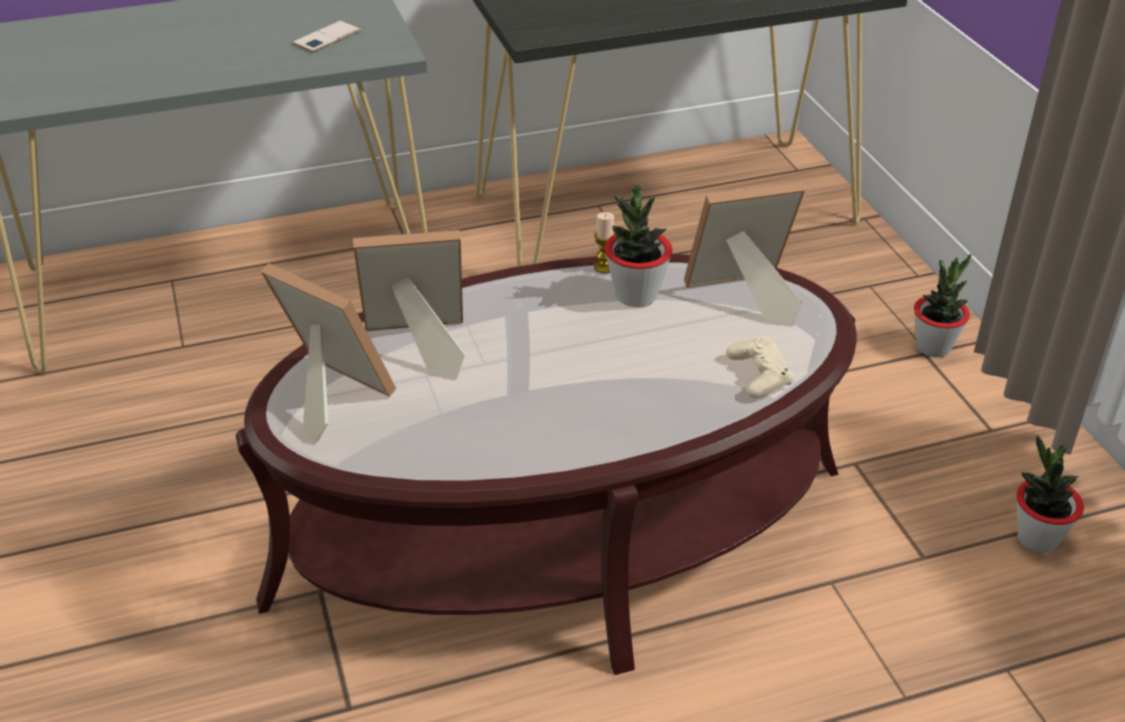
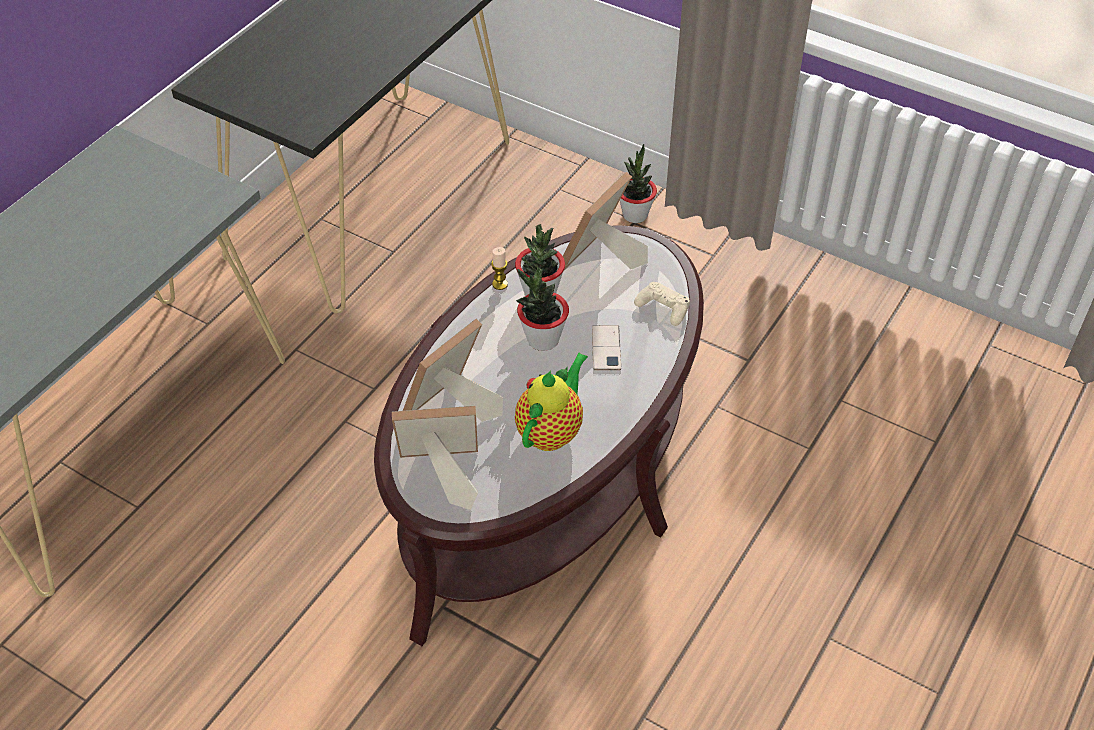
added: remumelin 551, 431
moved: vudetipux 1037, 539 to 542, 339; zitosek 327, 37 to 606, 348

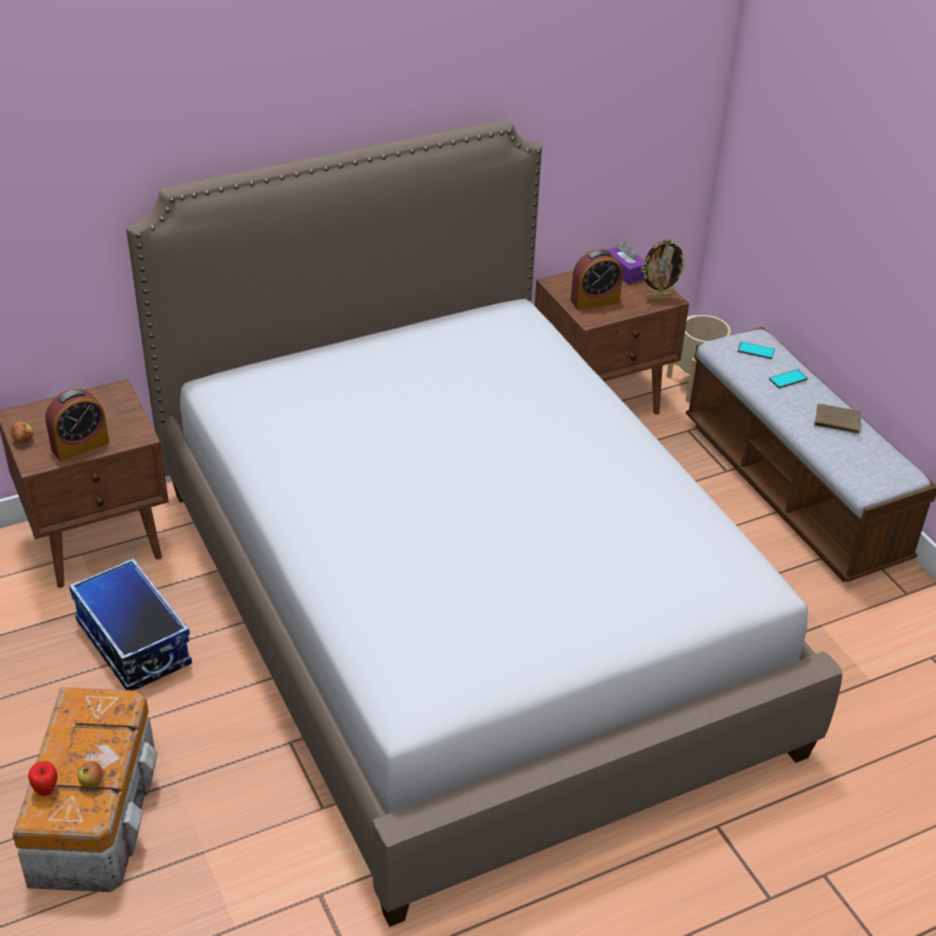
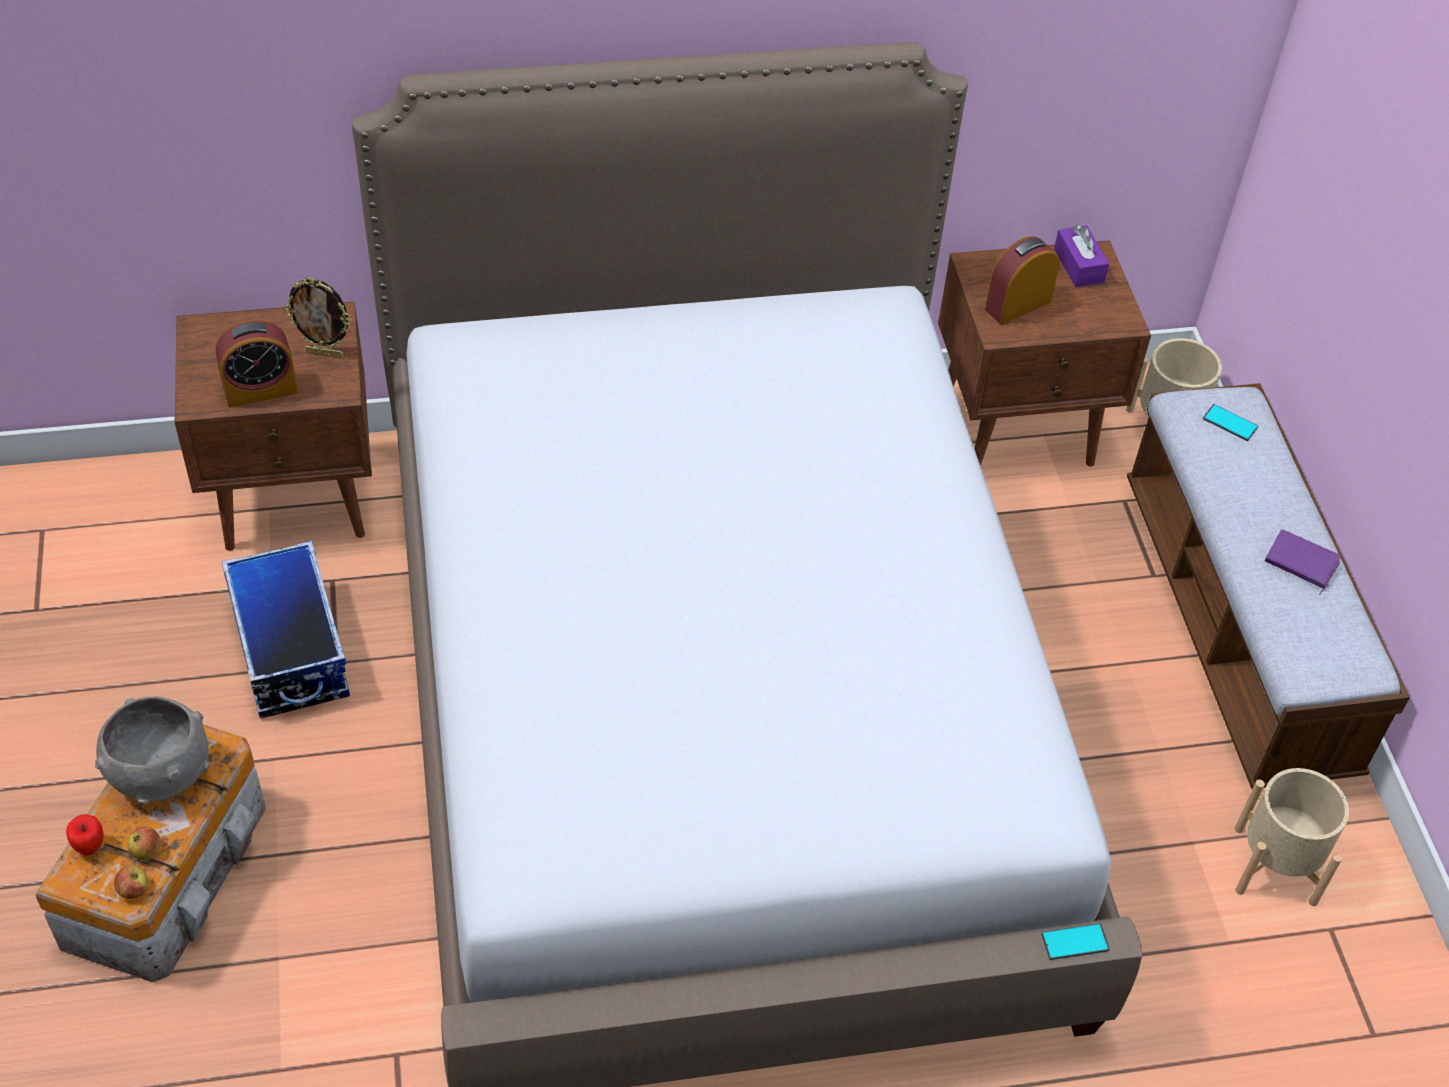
added: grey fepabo 160, 774; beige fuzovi 1275, 864
moved: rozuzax 23, 440 to 134, 890; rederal 659, 297 to 324, 353; zitosek 788, 379 to 1075, 942
recoloured: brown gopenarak 837, 422 to purple gopenarak 1300, 563
turned: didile 595, 301 = 1017, 305 150 degrees clockwise

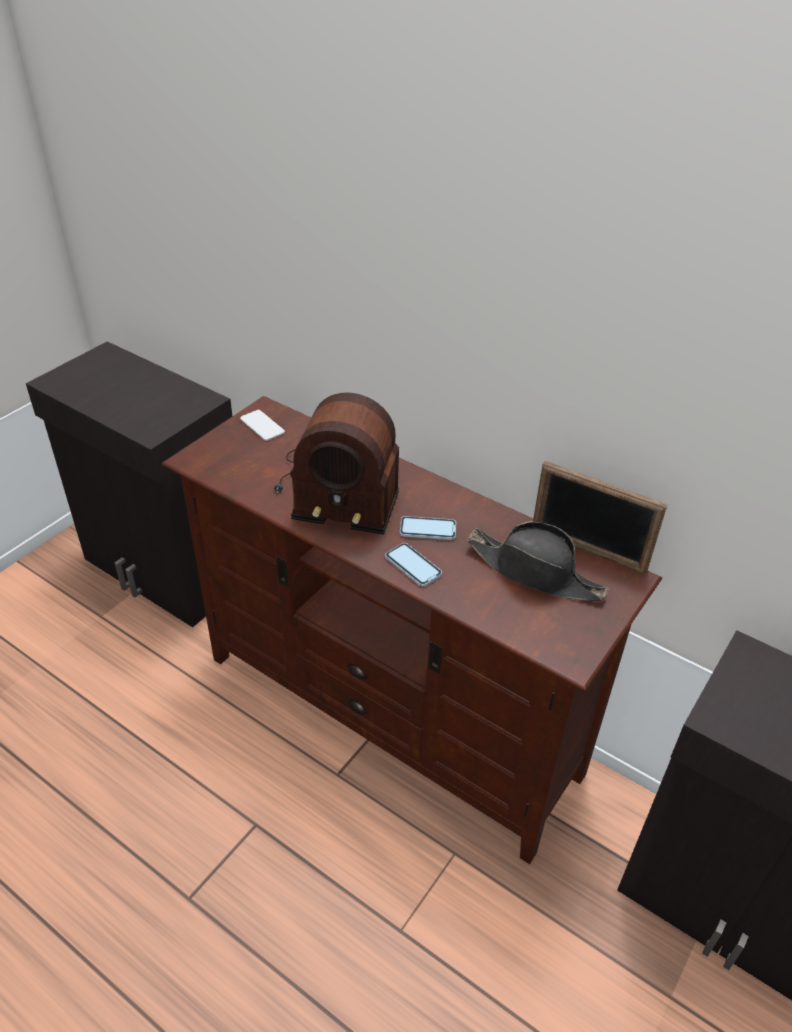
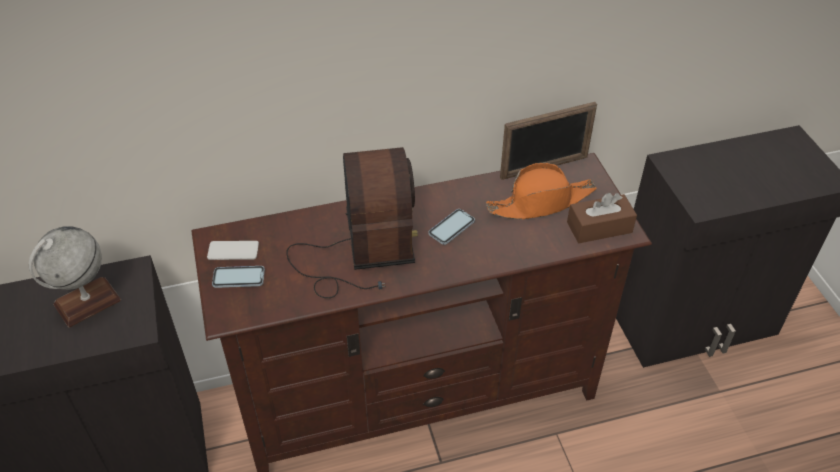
added: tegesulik 87, 302; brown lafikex 599, 227
moved: zitosek 413, 566 to 238, 278
recoloured: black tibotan 535, 572 to orange tibotan 541, 202
turned: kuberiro 336, 490 = 359, 251 60 degrees counterclockwise

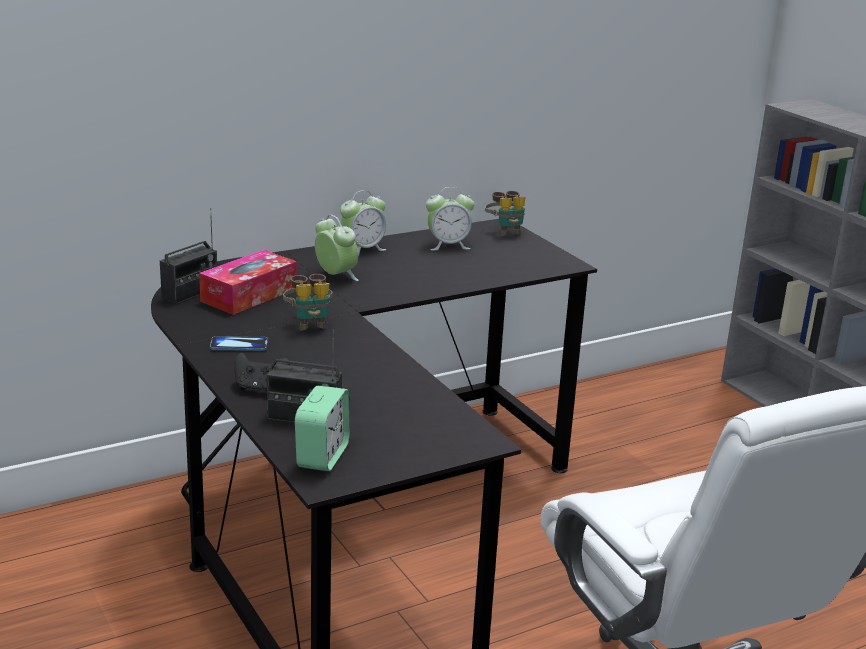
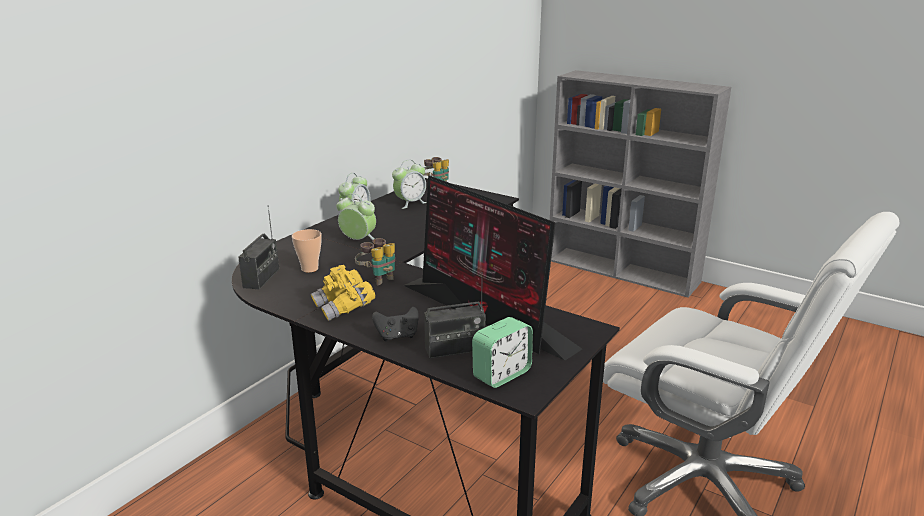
added: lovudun 487, 316
replaced: lafikex 249, 295 to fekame 309, 269; zitosek 239, 345 to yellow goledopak 344, 308
turned: didile 322, 456 = 502, 374 60 degrees clockwise

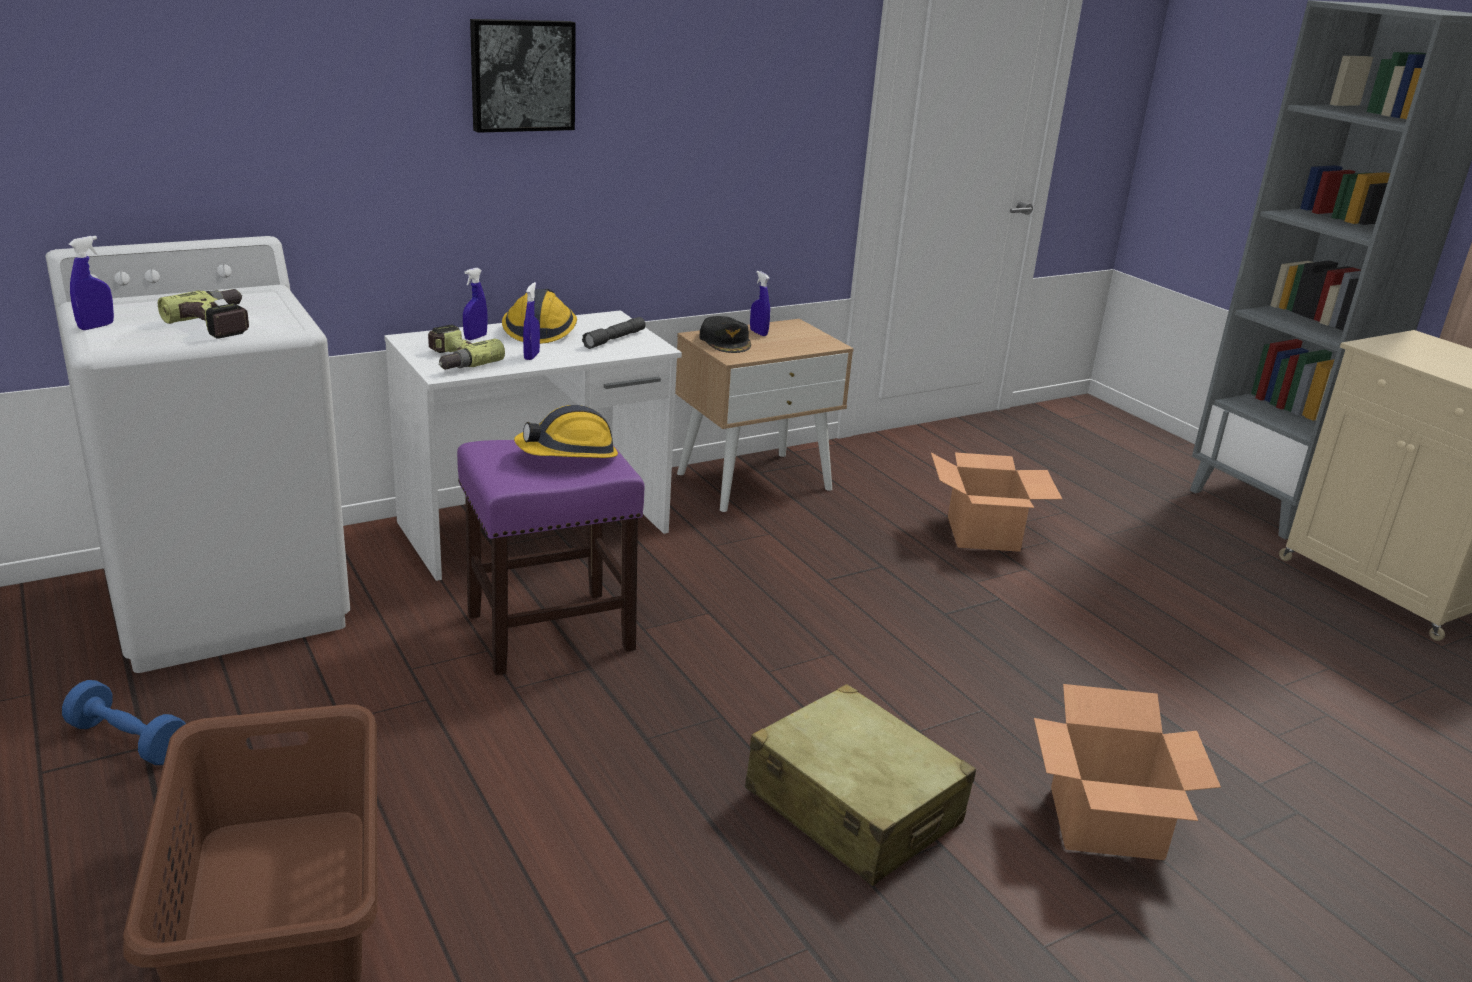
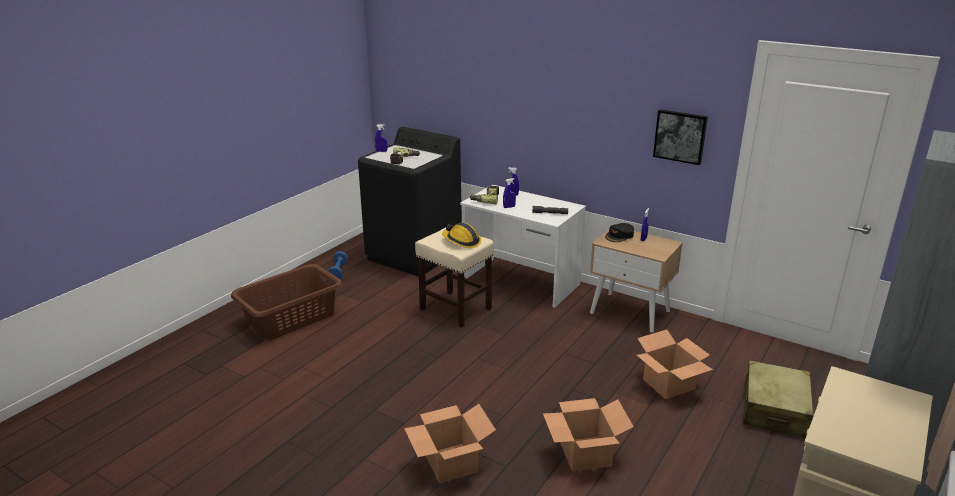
removed: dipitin 540, 330
added: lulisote 586, 454
moved: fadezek 521, 75 to 680, 136; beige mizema 853, 807 to 774, 409
recoloured: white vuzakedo 228, 600 to black vuzakedo 414, 255; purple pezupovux 548, 632 to beige pezupovux 454, 308

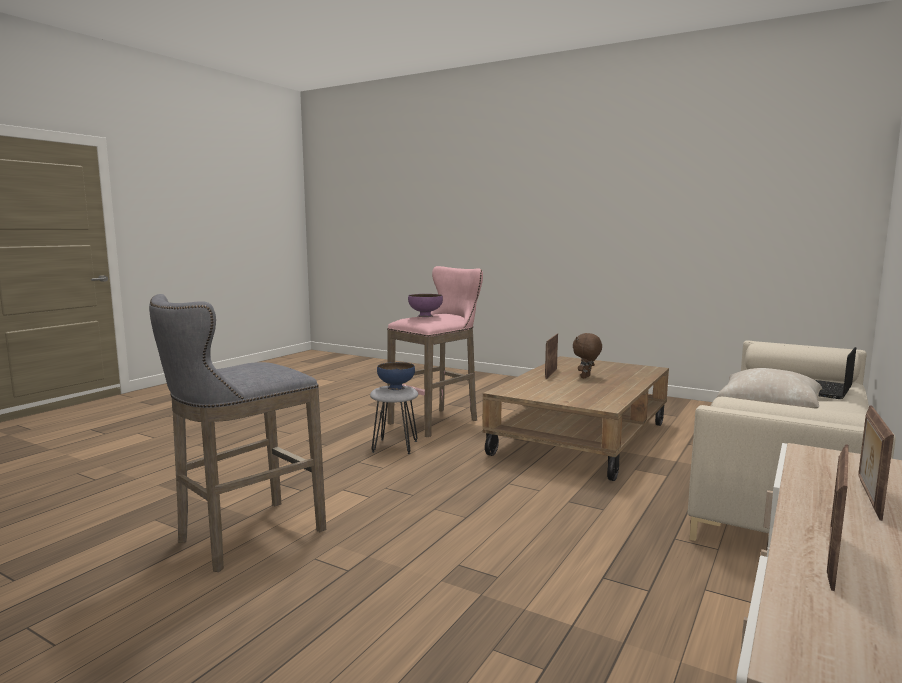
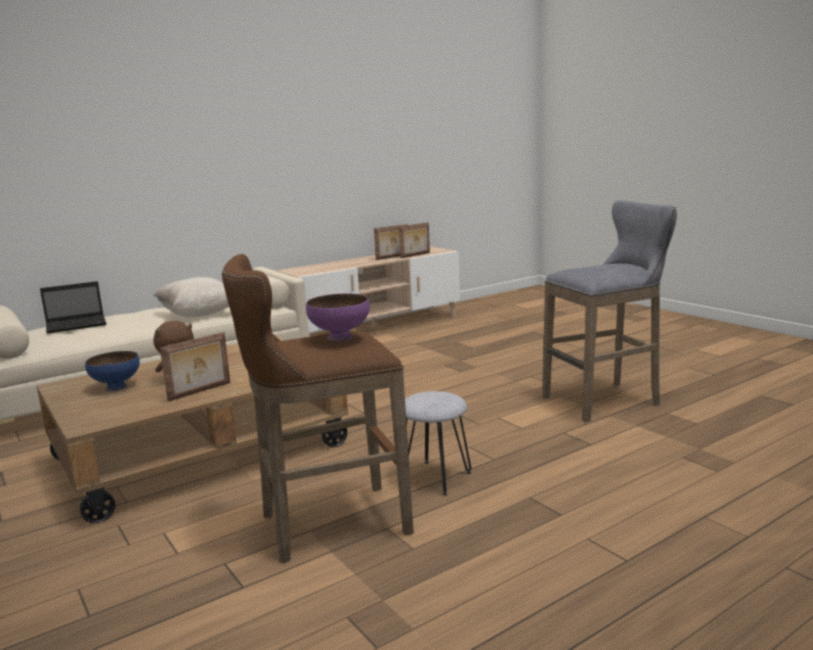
moved: blue fepabo 396, 388 to 117, 387; rederal 868, 498 to 415, 255
recoloured: pink pezupovux 437, 421 to brown pezupovux 327, 525

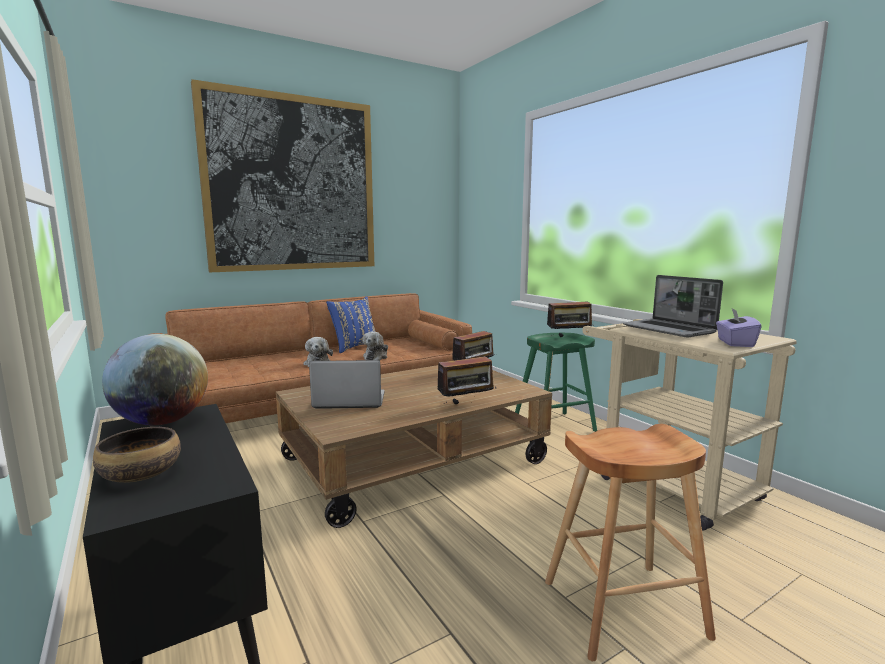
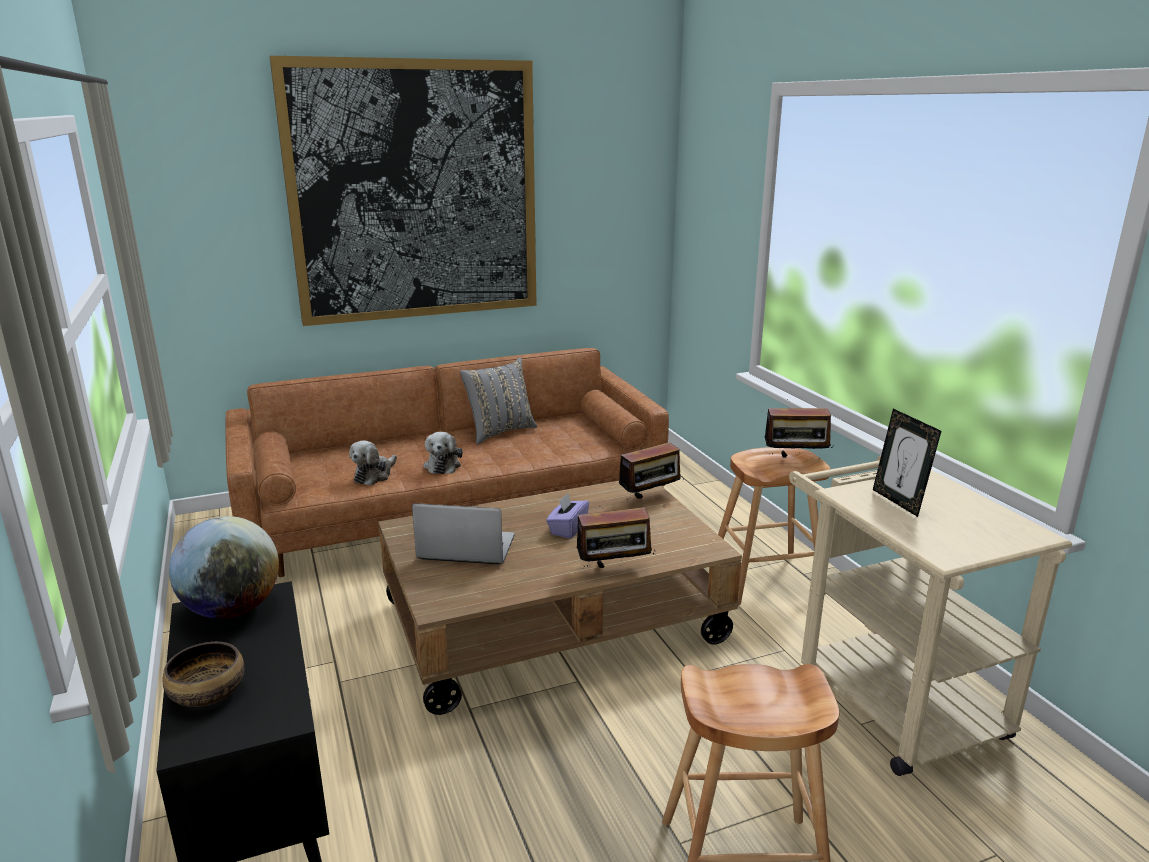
moved: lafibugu 376, 357 to 374, 475; purple lafikex 734, 343 to 567, 529
replaced: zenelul 670, 330 to rederal 898, 502
recoloured: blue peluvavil 354, 347 to grey peluvavil 499, 432; green pezupovux 553, 426 to brown pezupovux 765, 580

